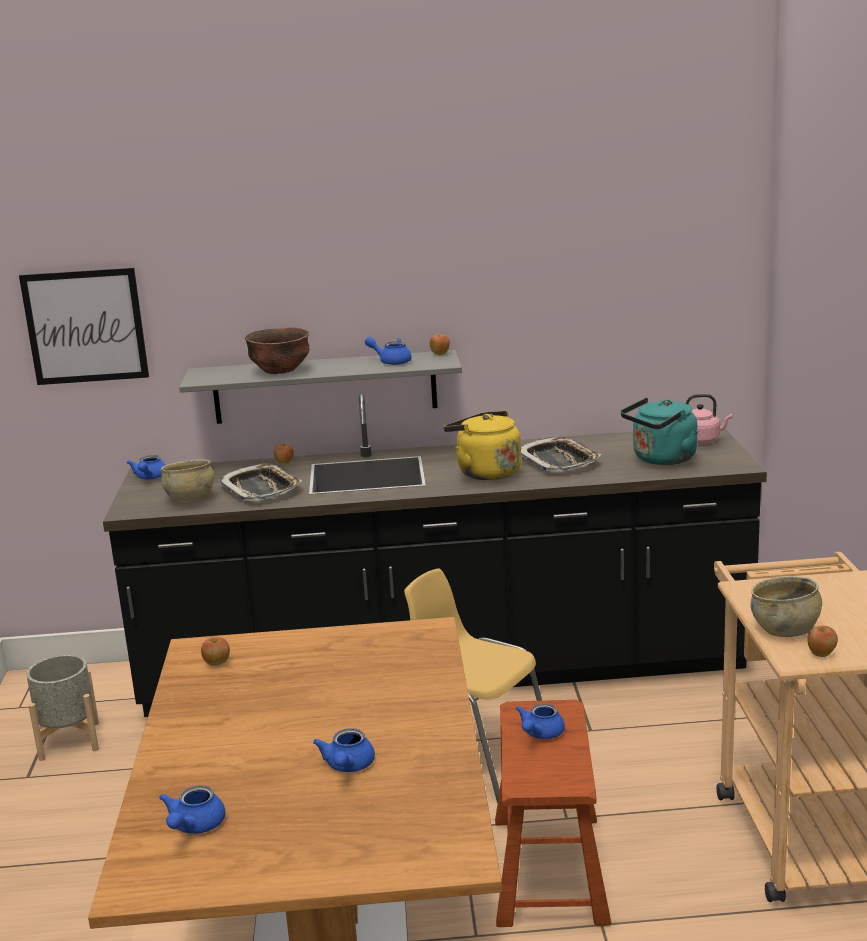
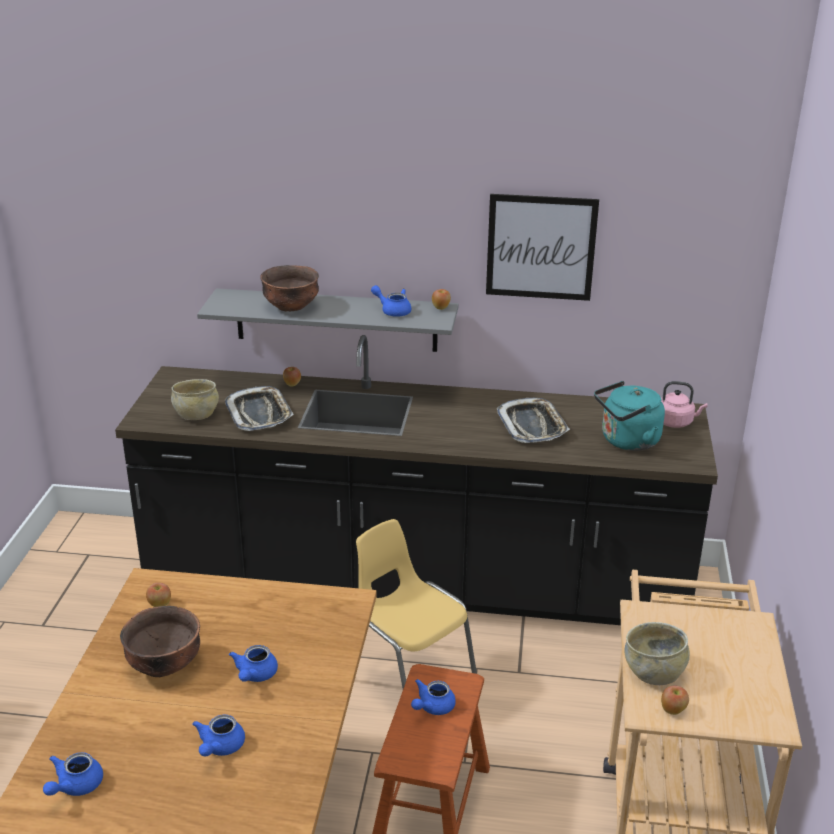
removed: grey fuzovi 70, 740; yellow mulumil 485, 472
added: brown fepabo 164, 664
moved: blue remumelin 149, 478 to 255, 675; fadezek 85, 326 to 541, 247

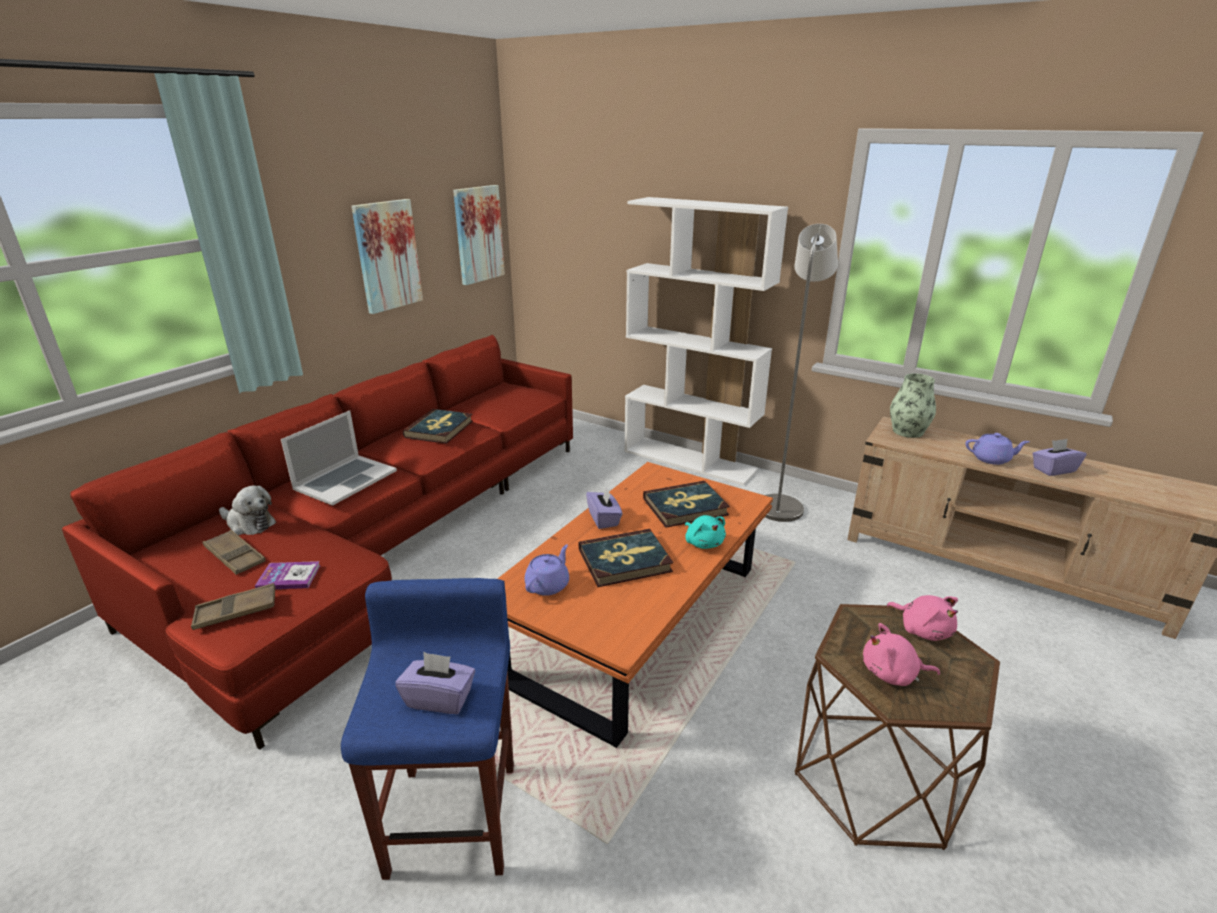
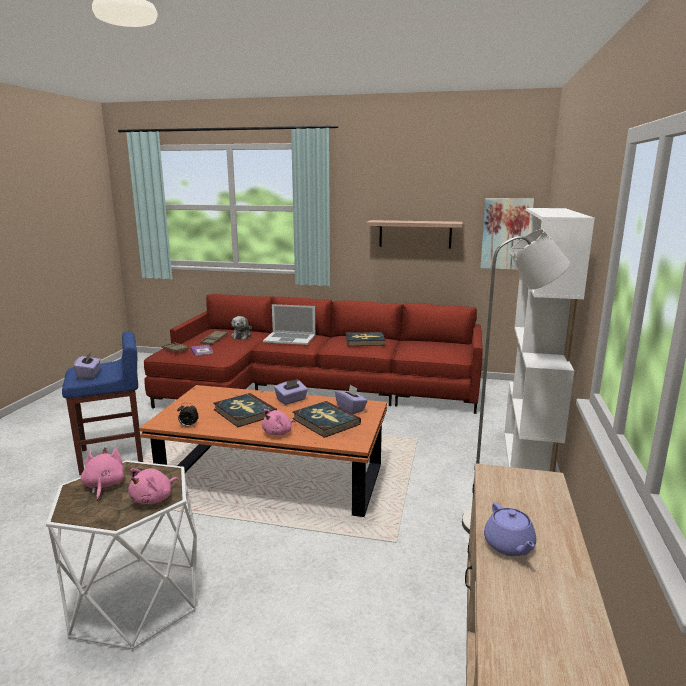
removed: purple remumelin 548, 585; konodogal 907, 431
added: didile 188, 426
moved: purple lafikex 1053, 469 to 351, 409
replaced: fadezek 387, 255 to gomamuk 415, 234
recoloured: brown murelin 874, 777 to white murelin 136, 600; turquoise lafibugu 703, 542 to pink lafibugu 278, 433

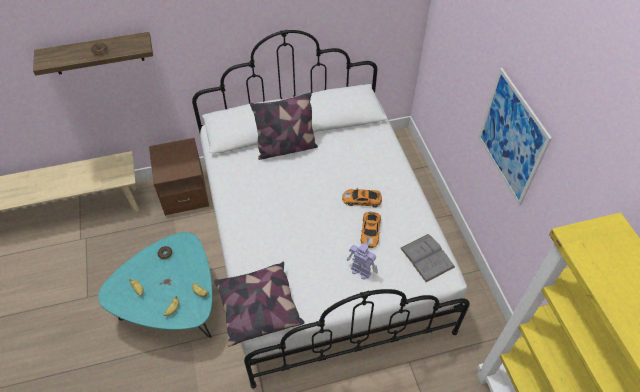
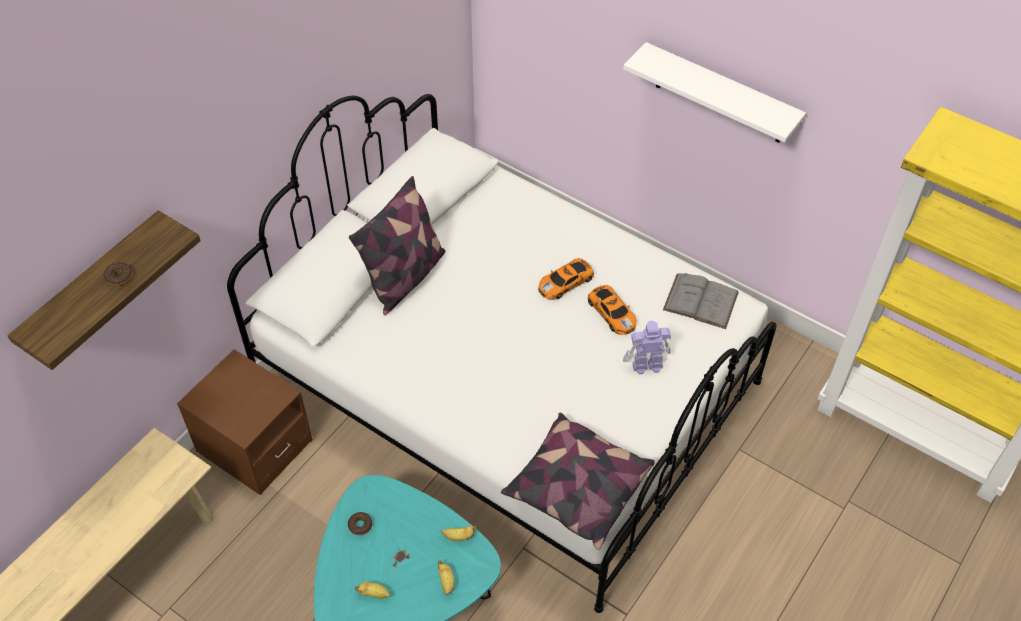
replaced: fadezek 511, 137 to white gomamuk 720, 95

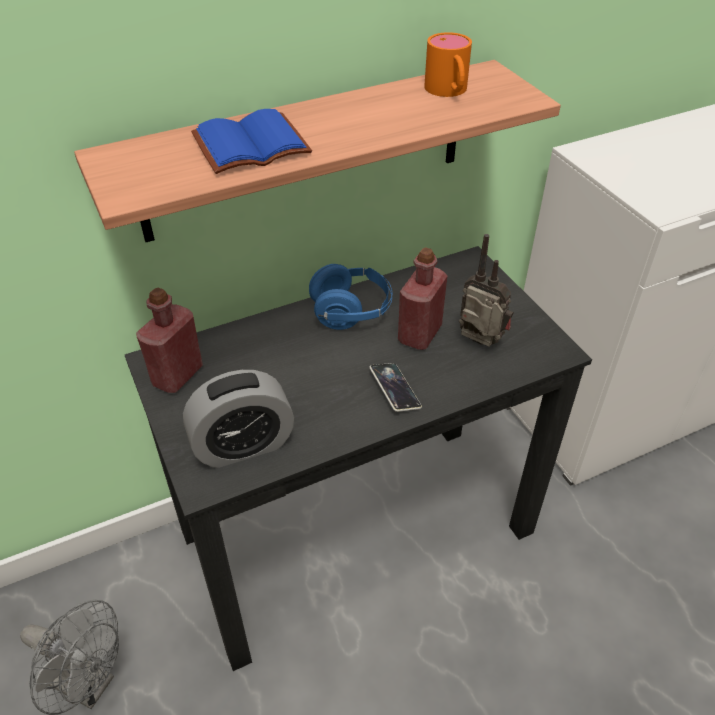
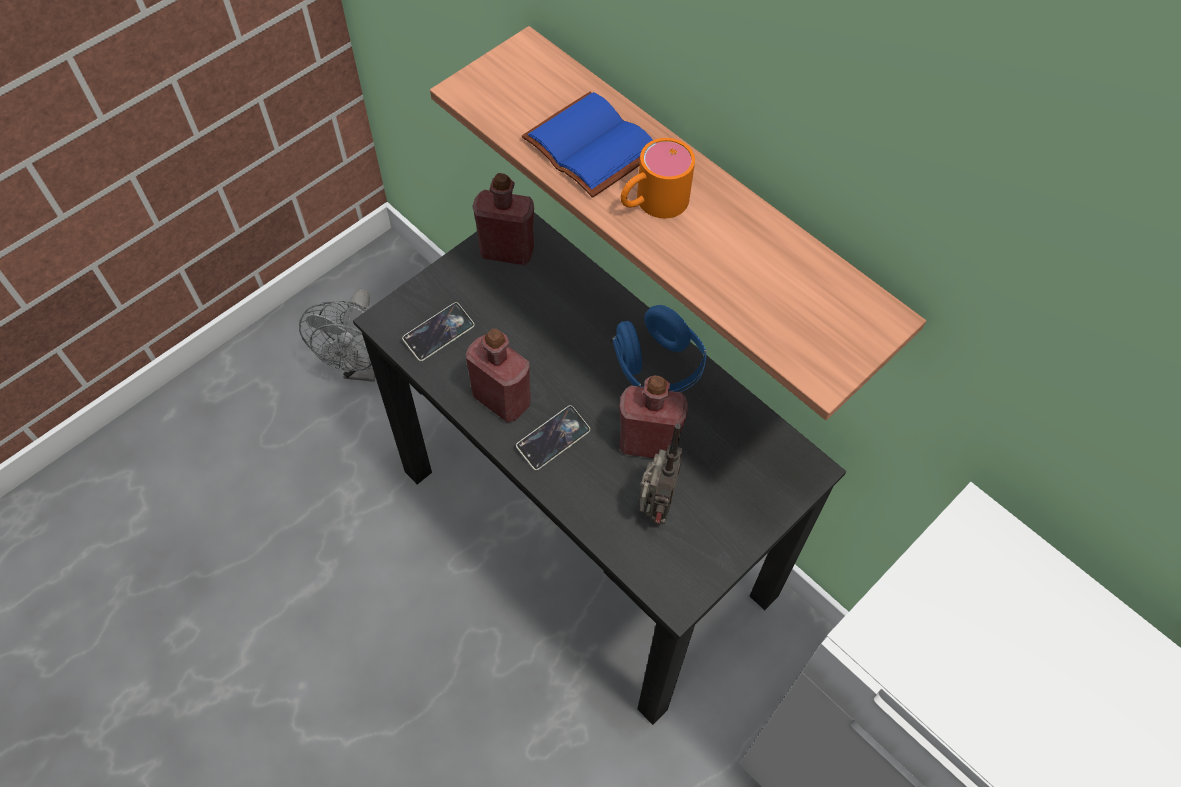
added: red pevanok 502, 399
moved: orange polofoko 449, 91 to 652, 203
replaced: didile 243, 445 to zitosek 439, 334

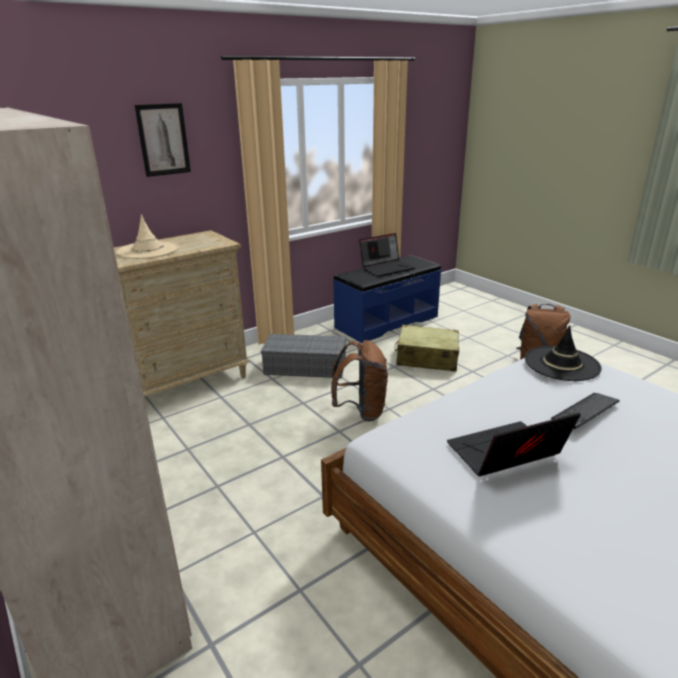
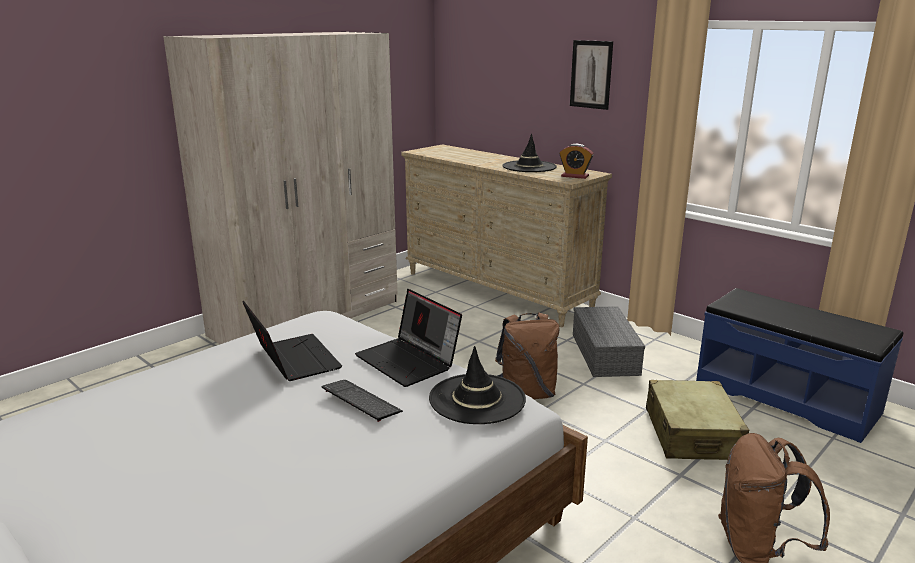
added: didile 575, 176
moved: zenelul 387, 268 to 409, 361
recoloured: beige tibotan 148, 250 to black tibotan 529, 167

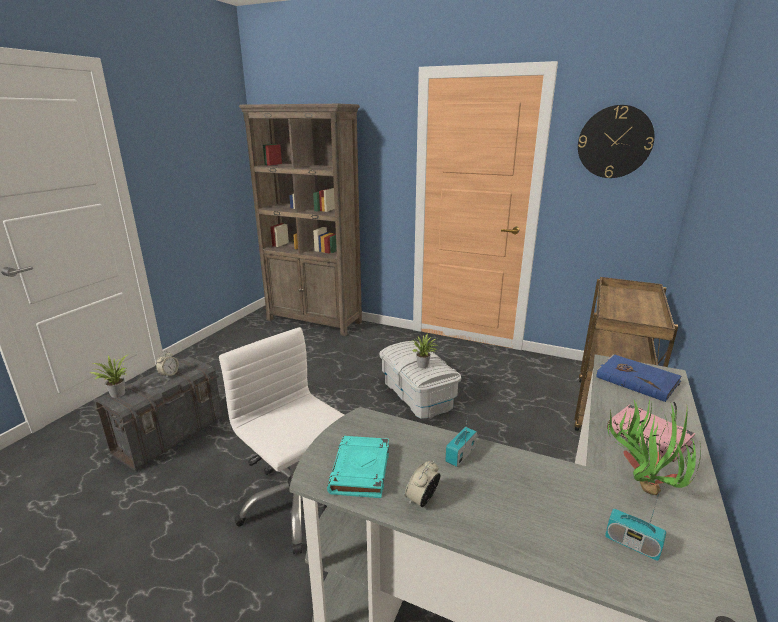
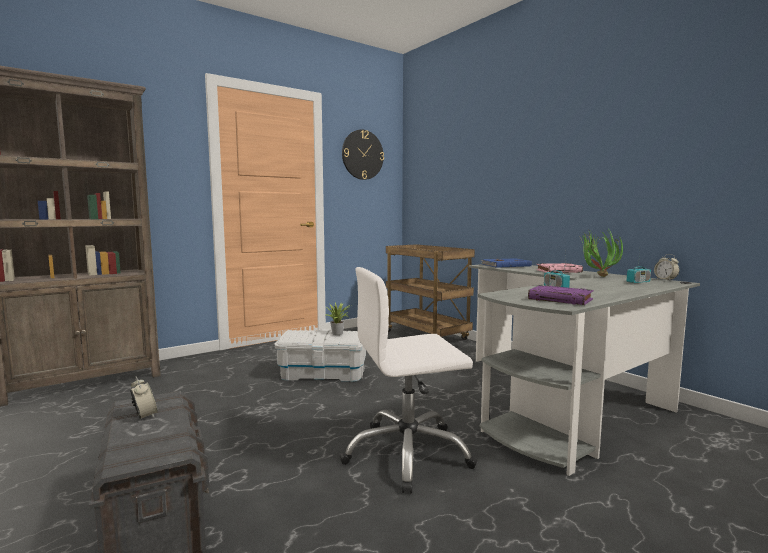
removed: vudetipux 116, 393
moved: didile 422, 500 to 665, 280
recoloured: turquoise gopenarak 360, 471 to purple gopenarak 561, 299

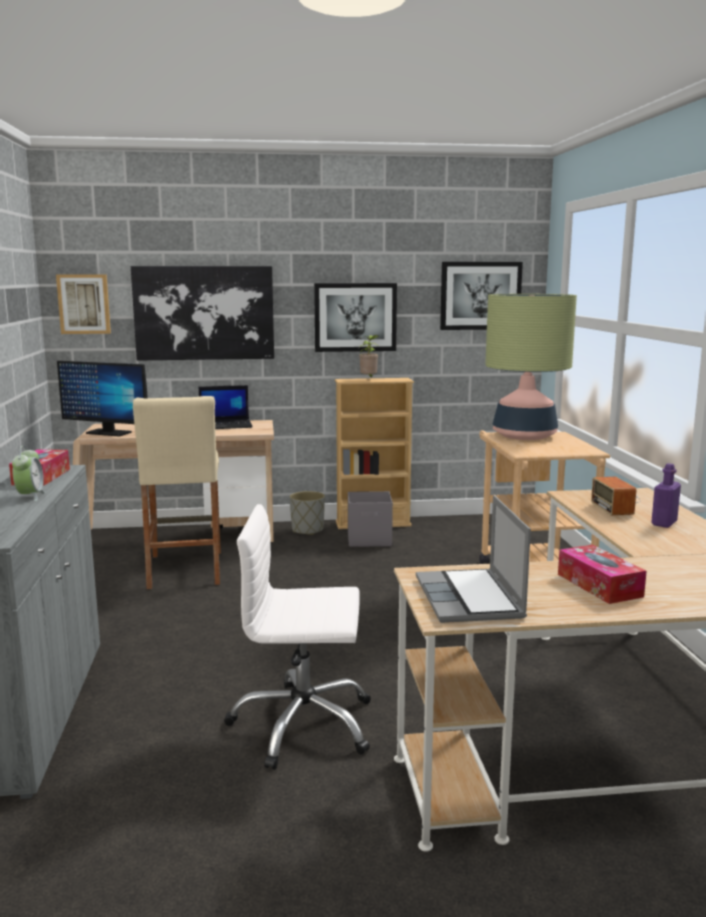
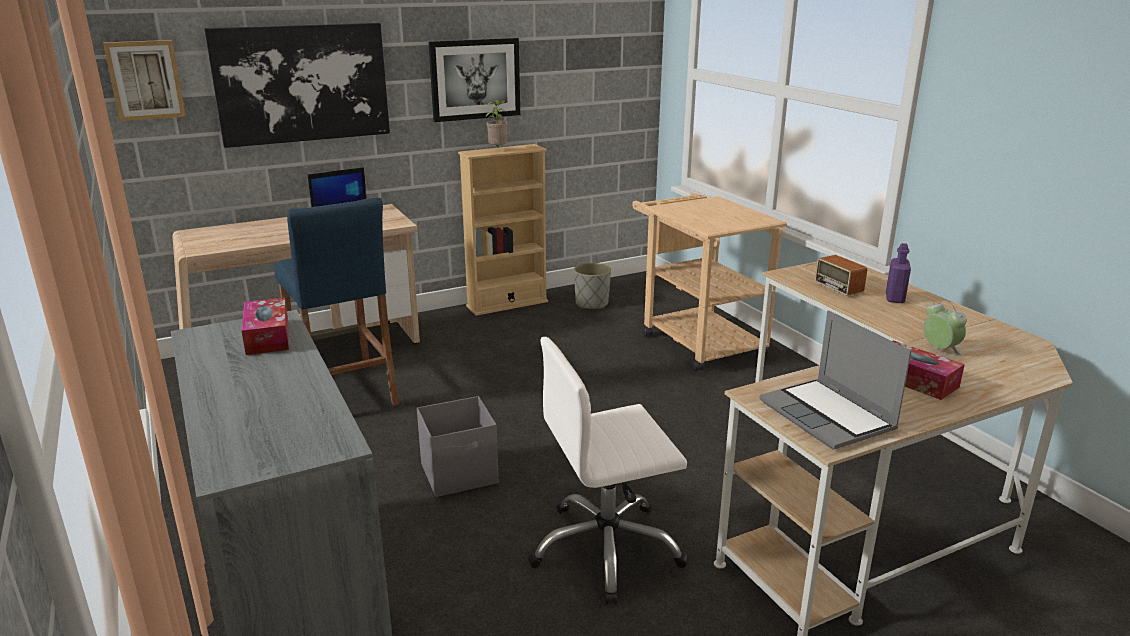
removed: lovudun 108, 433; fadezek 480, 295; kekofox 524, 435
moved: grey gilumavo 370, 540 to 460, 474; grey fuzovi 307, 530 to 591, 304; didile 30, 496 to 940, 350
recoloured: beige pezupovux 185, 569 to blue pezupovux 344, 391

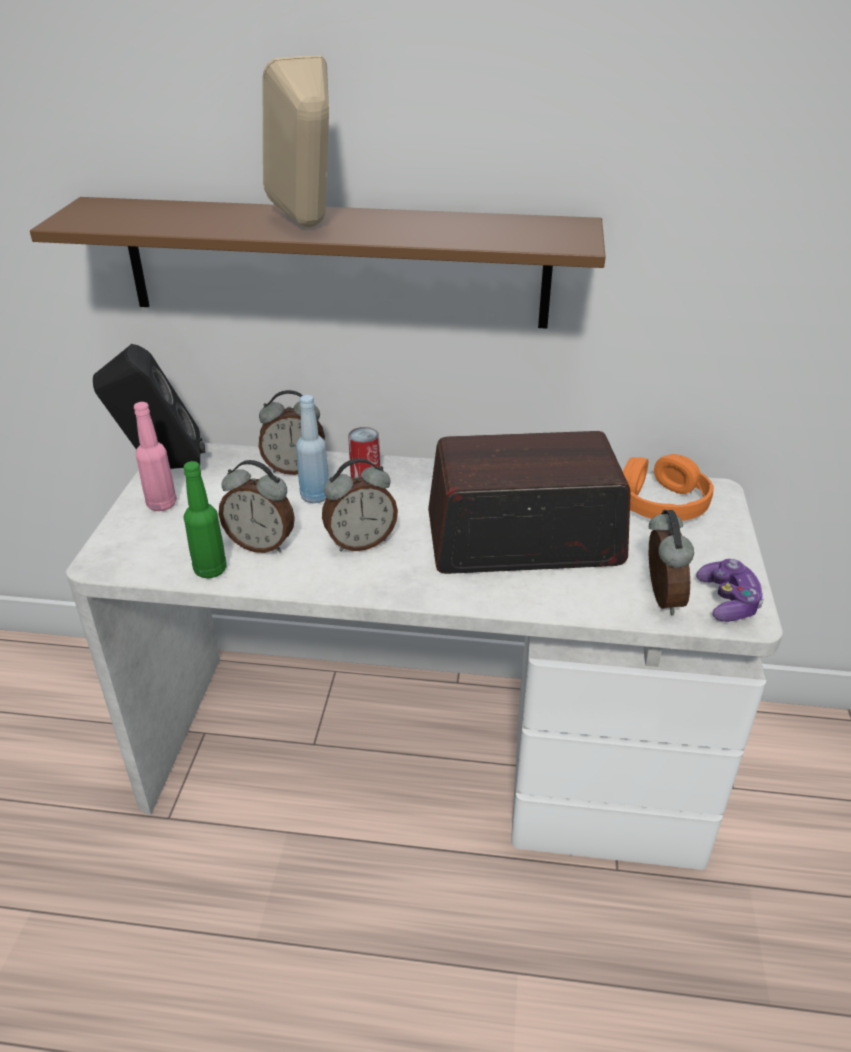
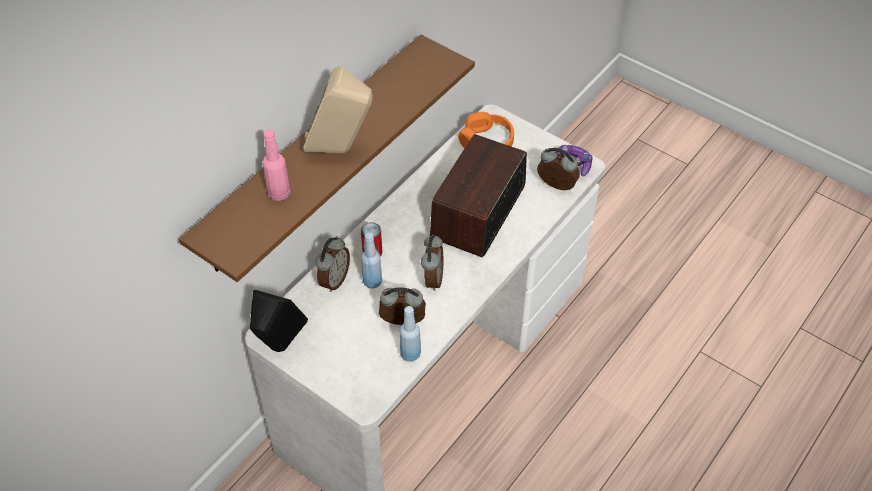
moved: pink pevanok 162, 504 to 279, 193
recoloured: green pevanok 210, 570 to blue pevanok 410, 354
turned: didile 261, 544 = 402, 323 135 degrees counterclockwise

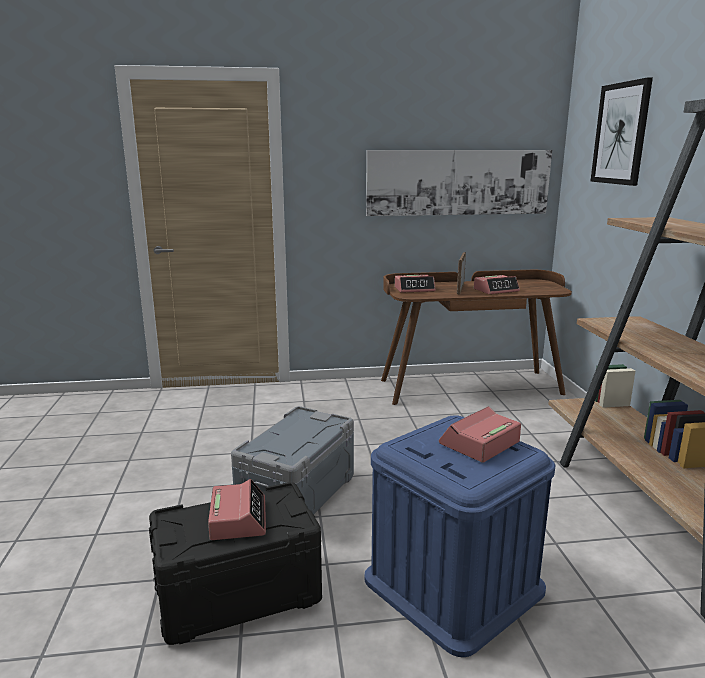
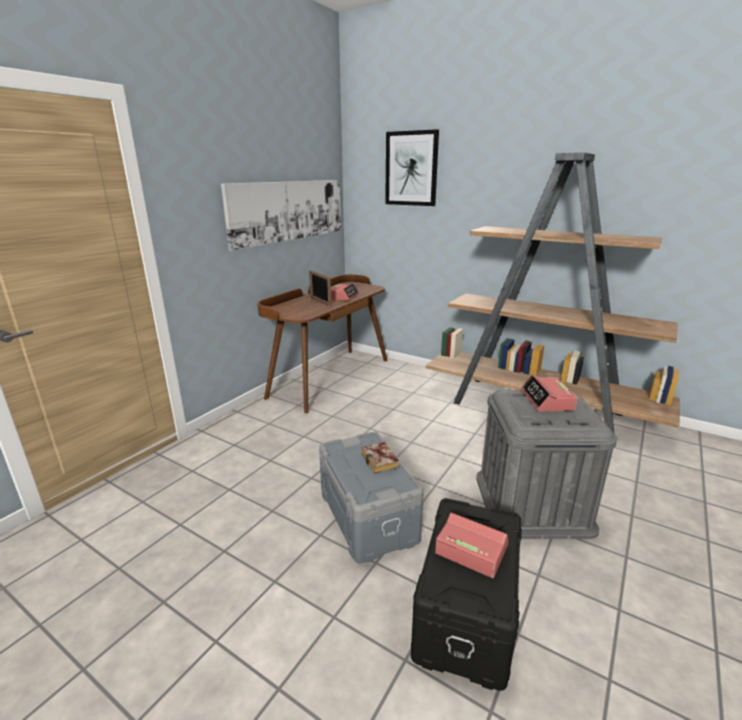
removed: didile 414, 289
added: gopenarak 381, 461
recoloured: blue gilumavo 453, 584 to grey gilumavo 532, 502

